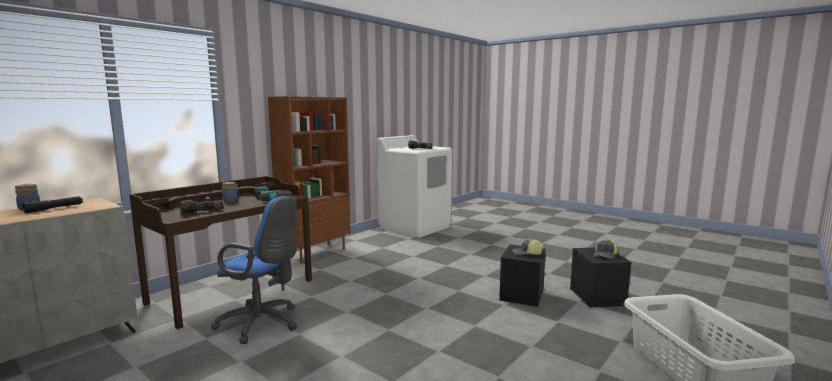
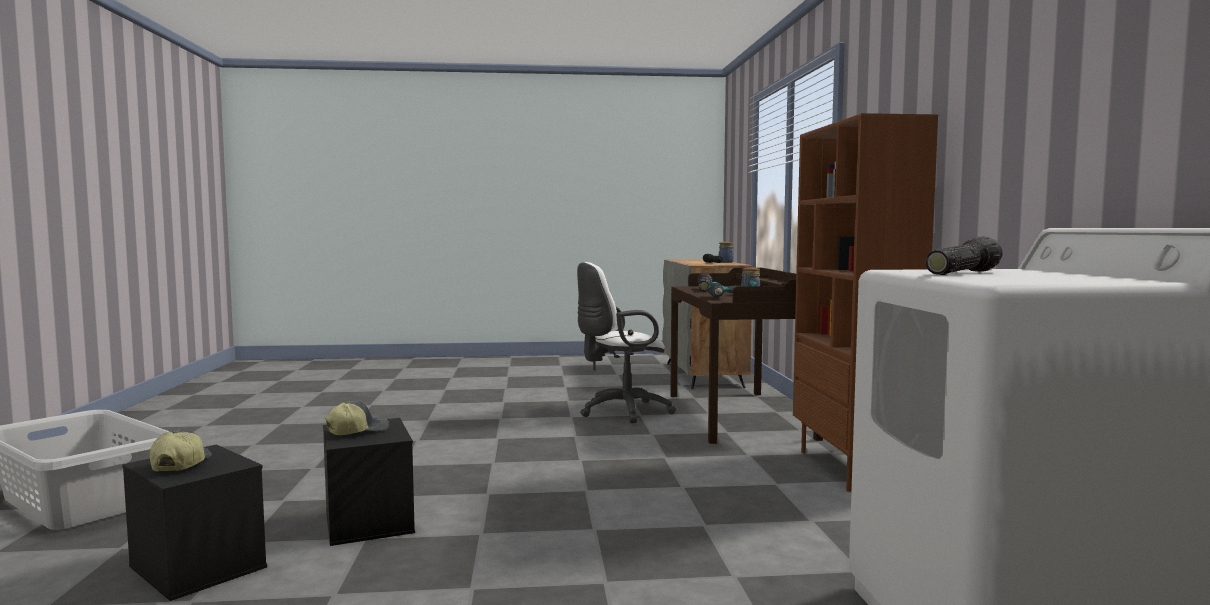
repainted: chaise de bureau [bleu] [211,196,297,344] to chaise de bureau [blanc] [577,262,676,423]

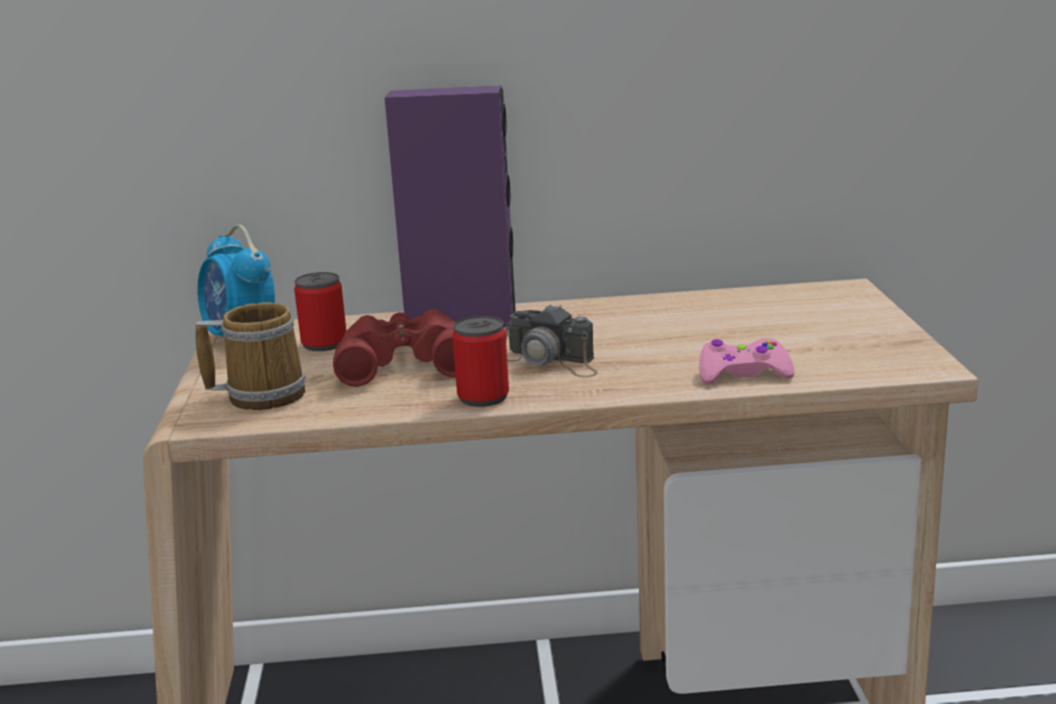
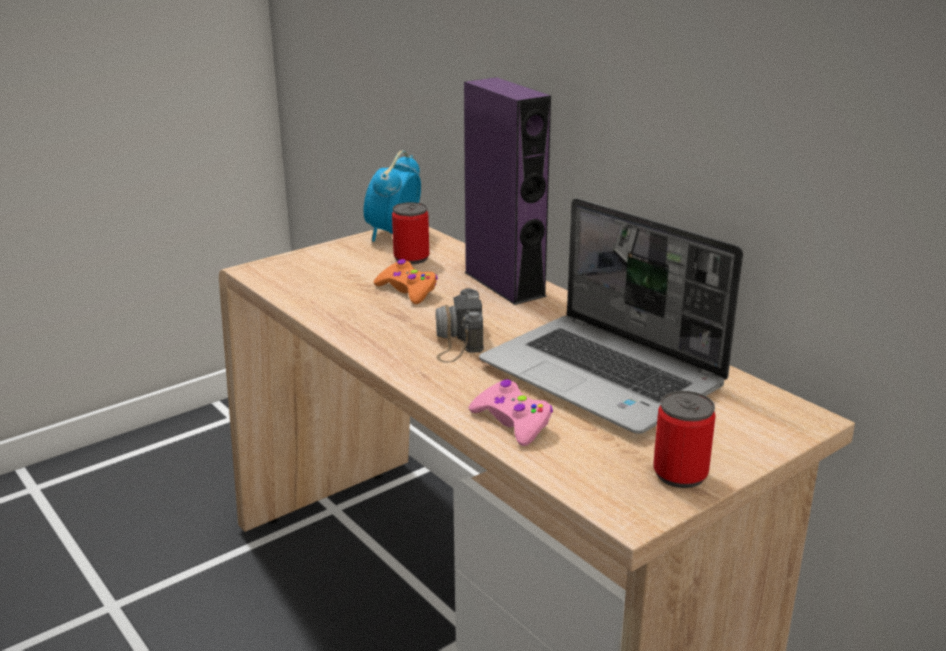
gone: mug [195,302,305,410]
new: ordinateur portable [479,198,743,434]
shifted: boîte métallique [452,316,509,407] to [653,391,716,488]
swapped: jumelles [rouge] [333,309,456,387] to manette [orange] [374,259,438,304]

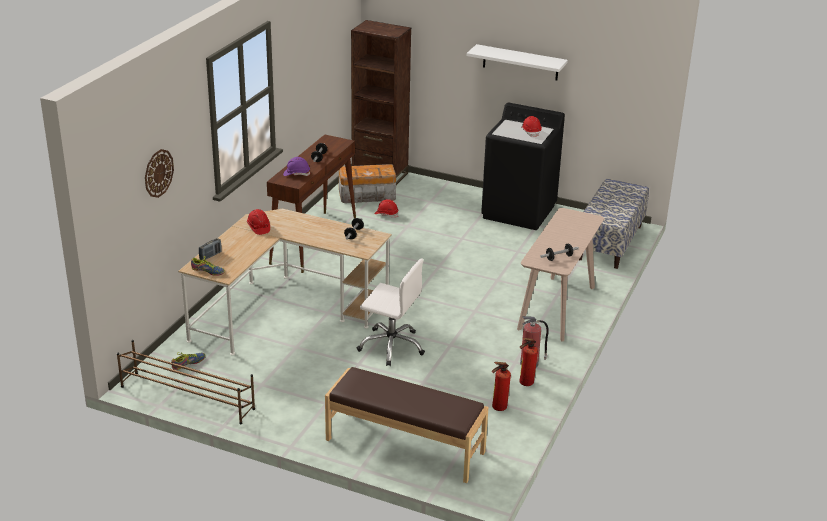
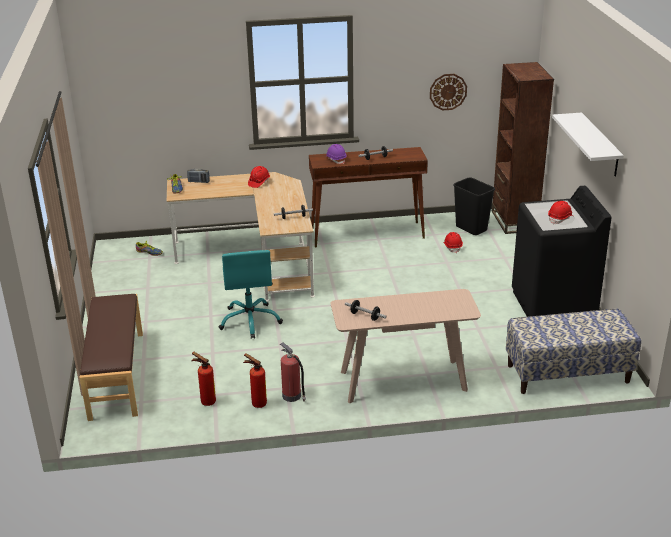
gone: étagère à chaussures [marron] [117,340,255,424]
shifted: horloge murale [145,149,174,198] to [430,74,467,110]
swapped: boîte de rangement [339,164,396,203] to poubelle [noir] [453,177,495,235]
repainted: chaise de bureau [blanc] [357,258,425,366] to chaise de bureau [turquoise] [219,250,283,339]

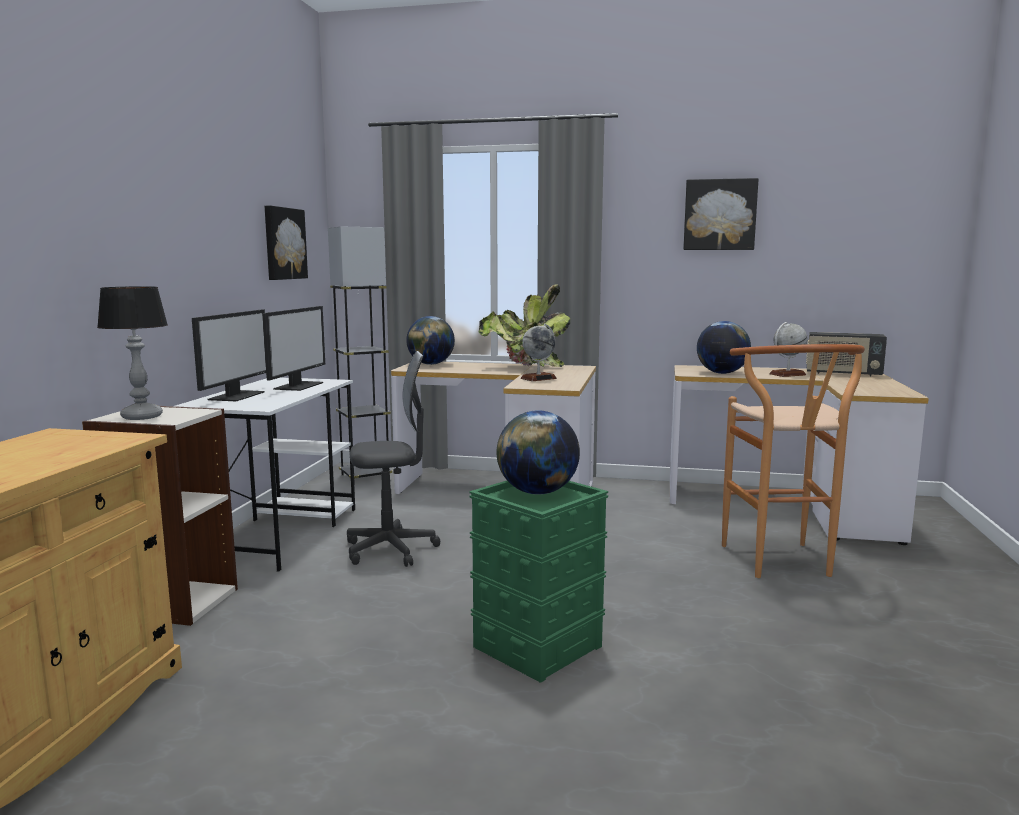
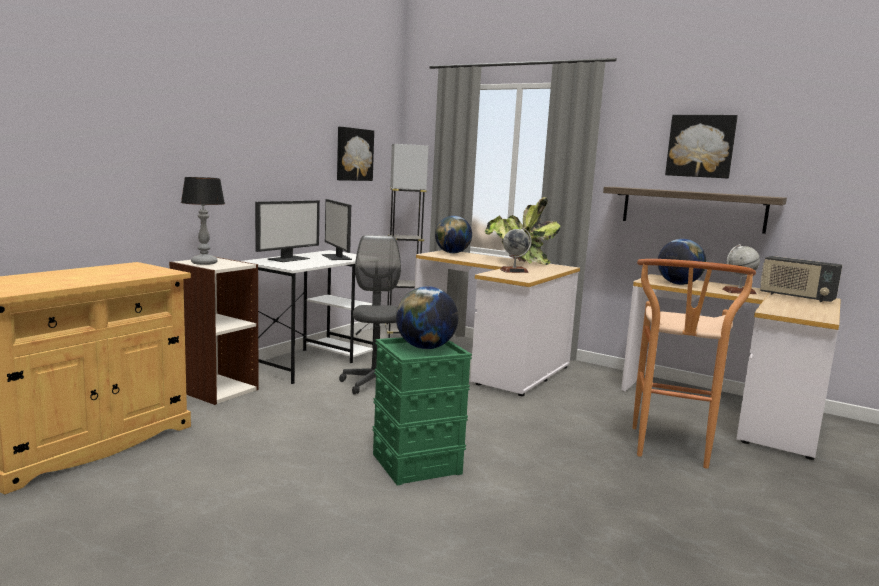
new: étagère [603,187,787,234]
rotated: écran d'ordinateur [262,306,325,391] = [322,199,352,260] 120 degrees clockwise; chaise de bureau [gris] [347,351,440,567] = [339,235,401,395] 105 degrees counterclockwise

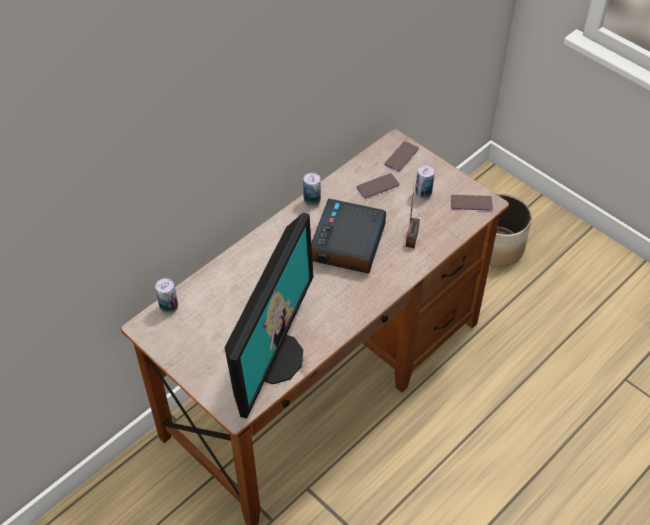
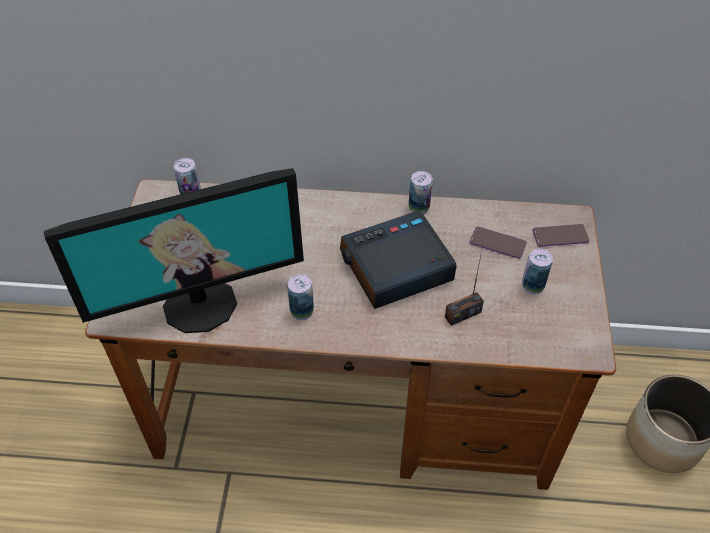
gone: téléphone [451,195,493,211]
new: boîte métallique [287,274,314,321]

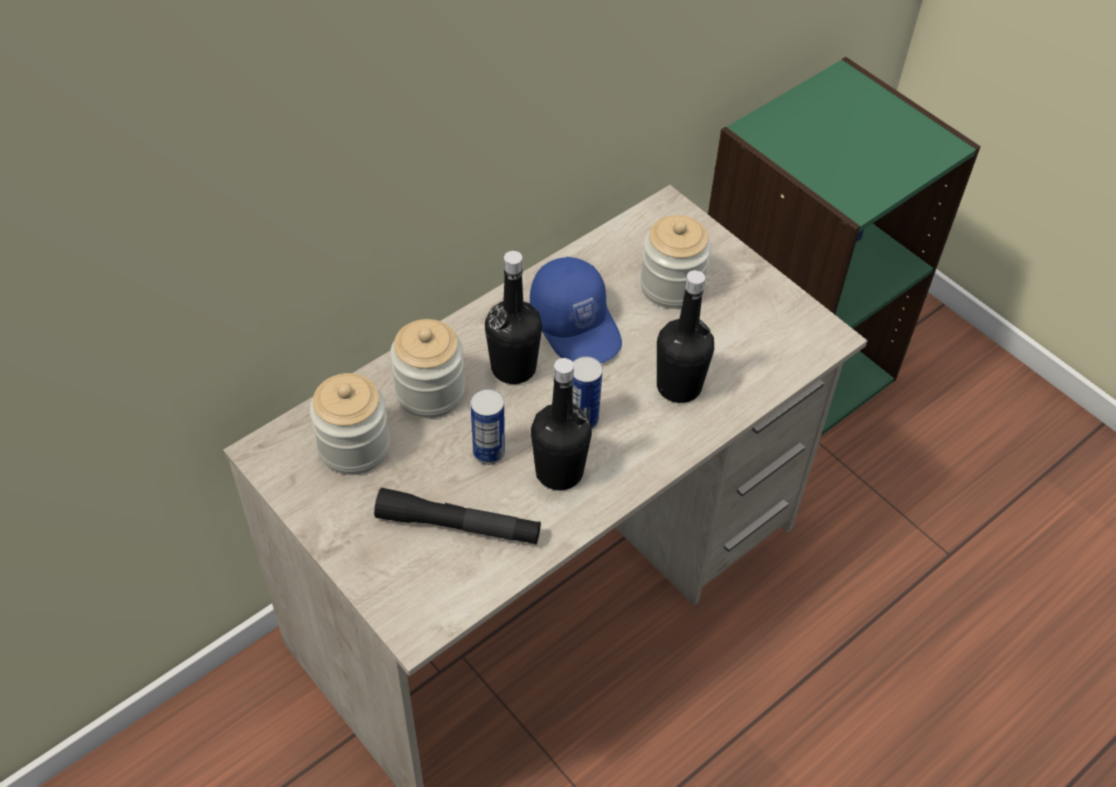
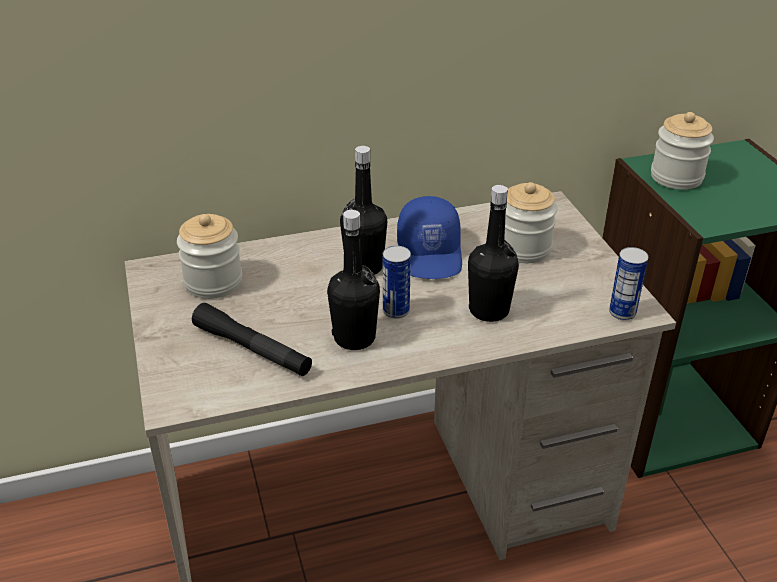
shifted: bocal [390,319,465,418] to [651,112,714,190]; boîte métallique [470,389,505,465] to [609,247,648,320]

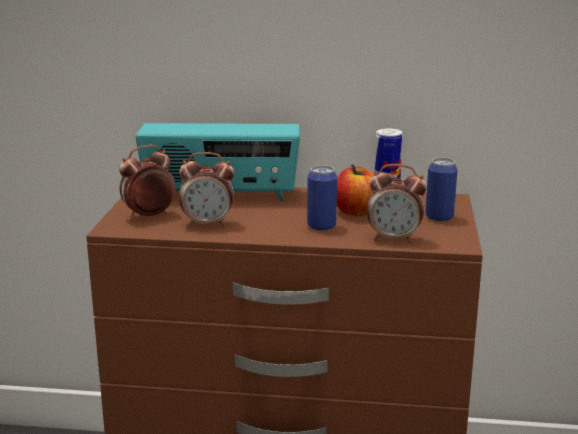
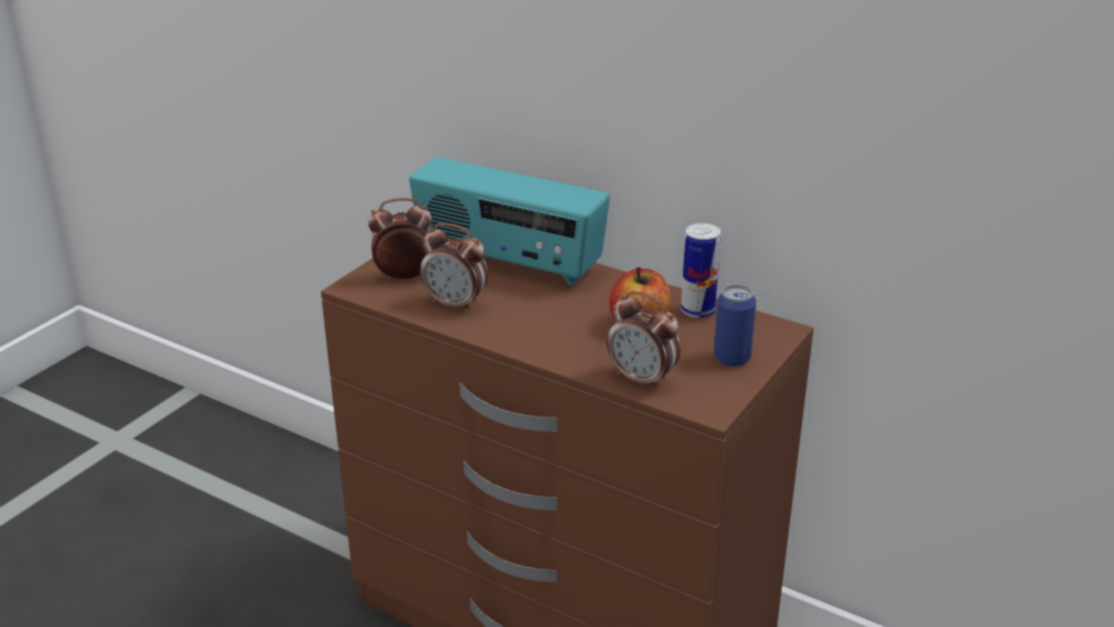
gone: boîte métallique [307,165,337,231]

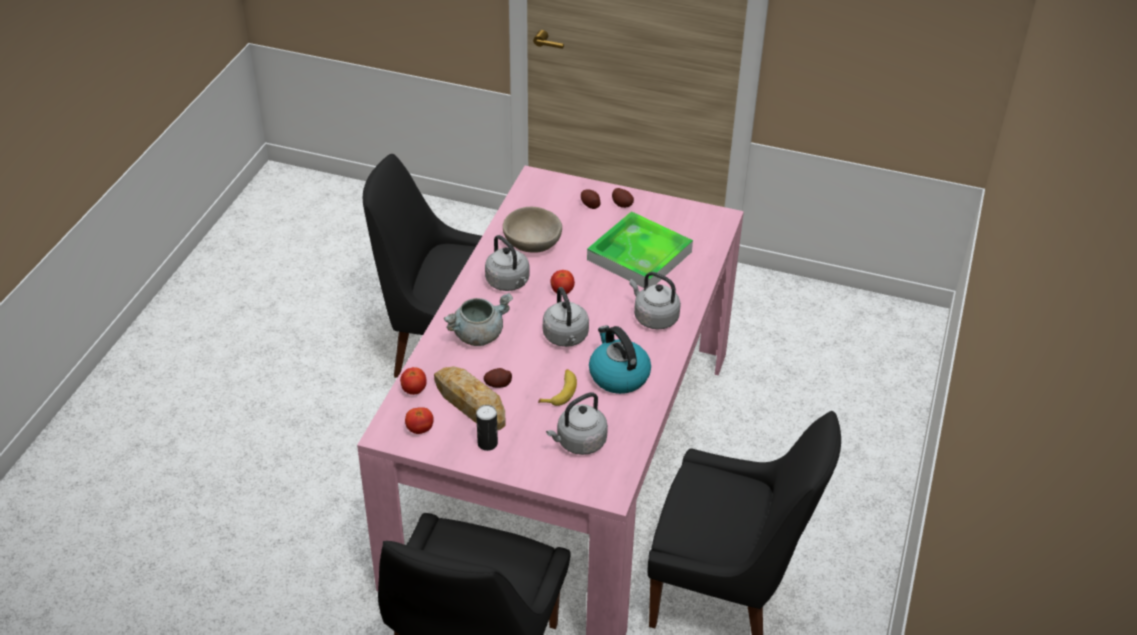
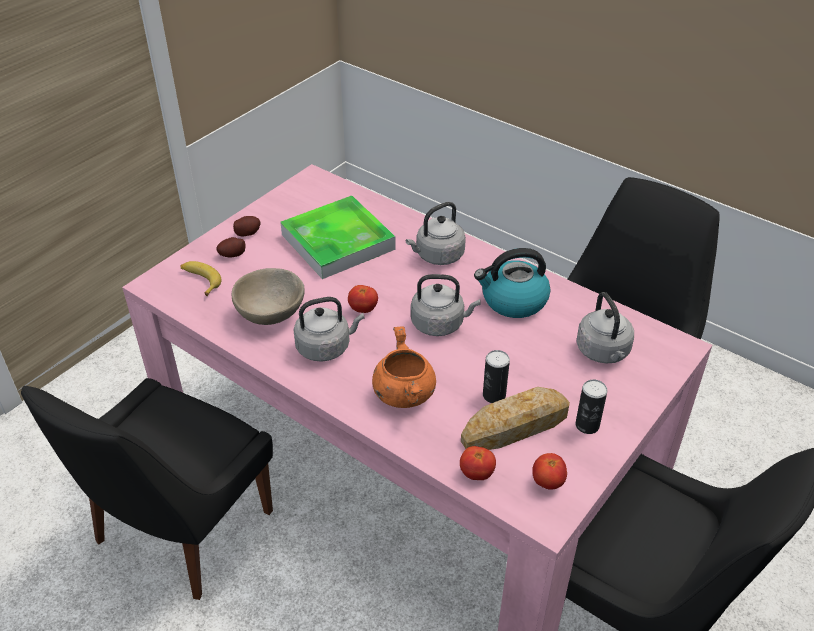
shifted: banane [538,369,577,406] to [181,261,221,296]
swapped: pomme de terre [484,368,512,388] to boîte métallique [483,350,510,403]
repainted: marmite [gris] [444,293,513,346] to marmite [orange] [372,327,436,408]

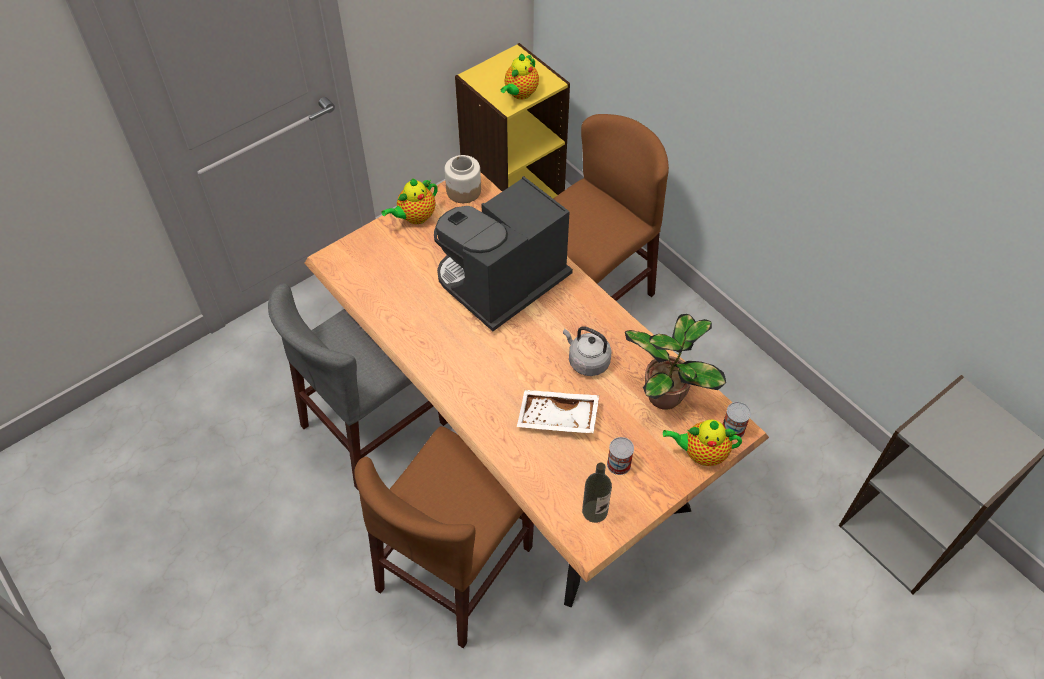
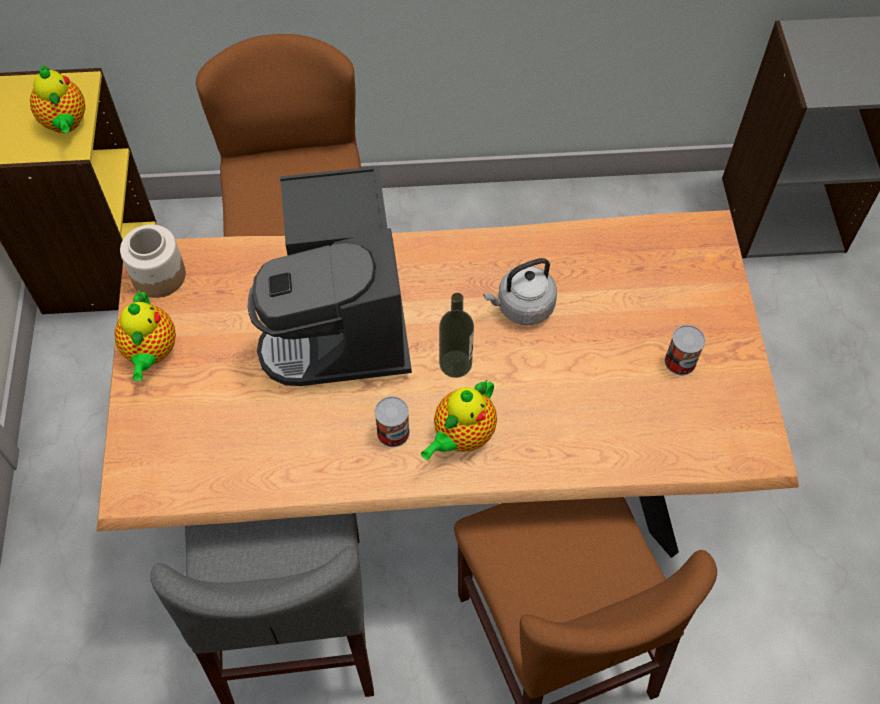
gone: plante en pot [625,314,726,410]; plateau [blanc] [517,390,599,434]
shifted: boîte métallique [722,402,751,437] to [375,396,410,447]; théière [663,419,742,466] to [421,380,497,460]; bouteille [582,462,612,523] to [439,293,474,378]

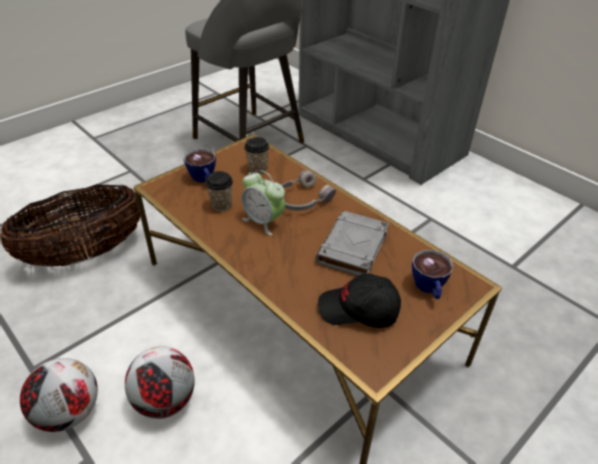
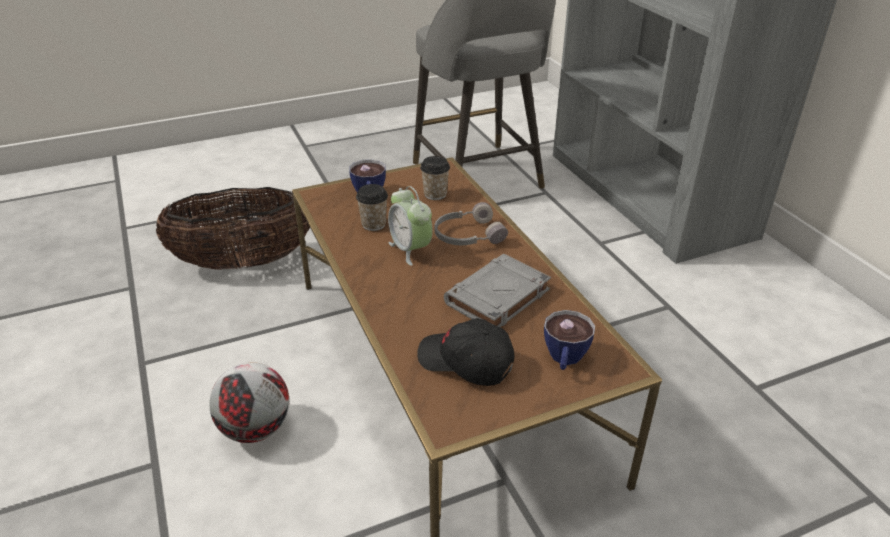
gone: ballon de foot [20,358,98,432]

